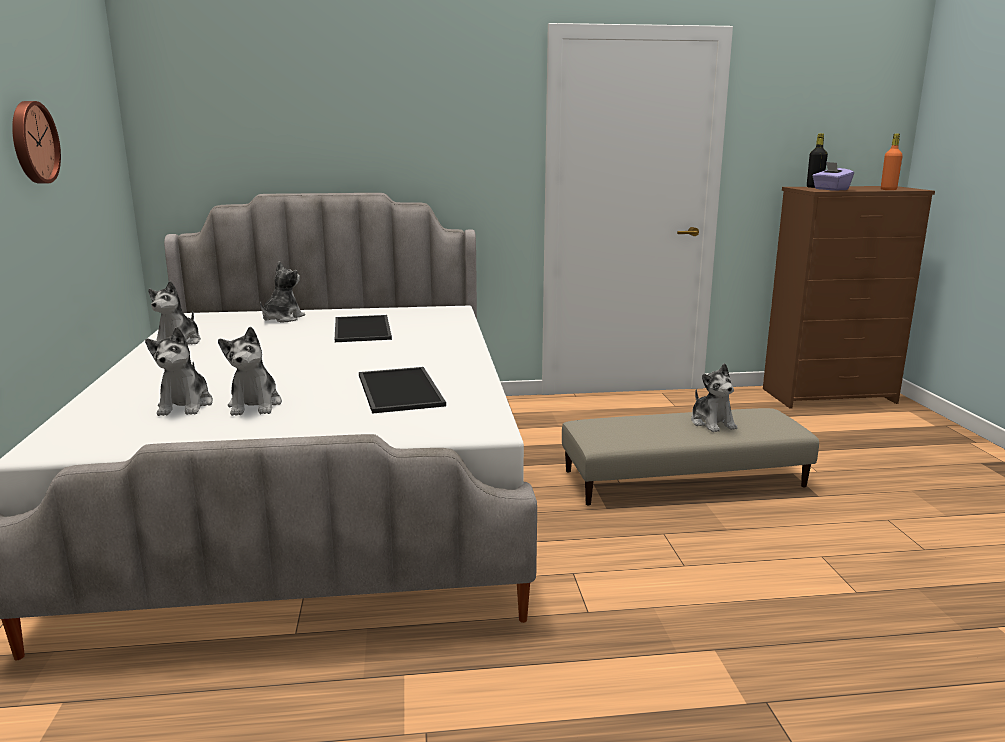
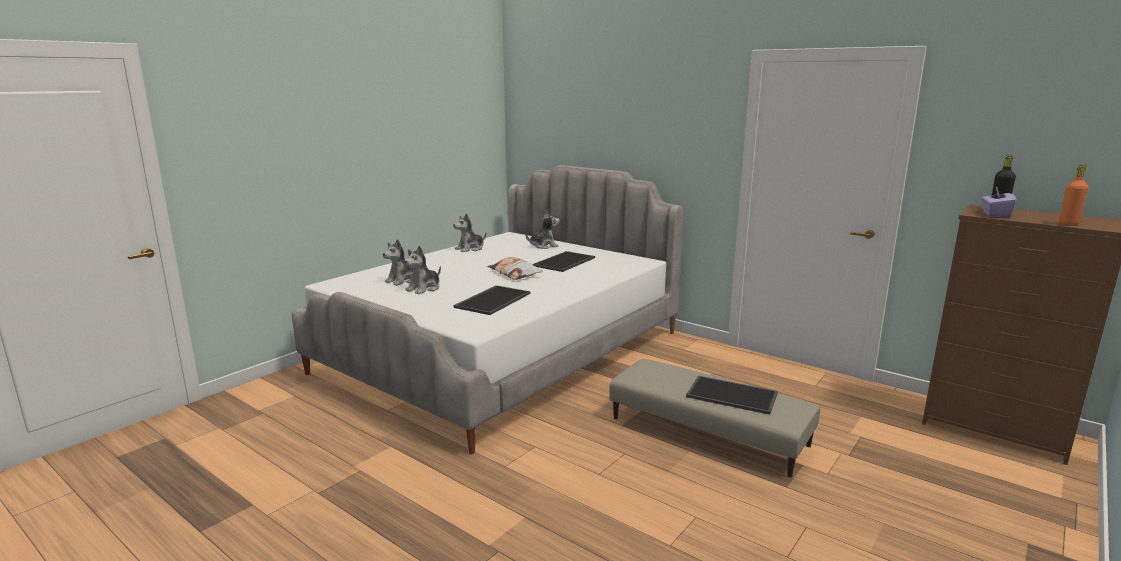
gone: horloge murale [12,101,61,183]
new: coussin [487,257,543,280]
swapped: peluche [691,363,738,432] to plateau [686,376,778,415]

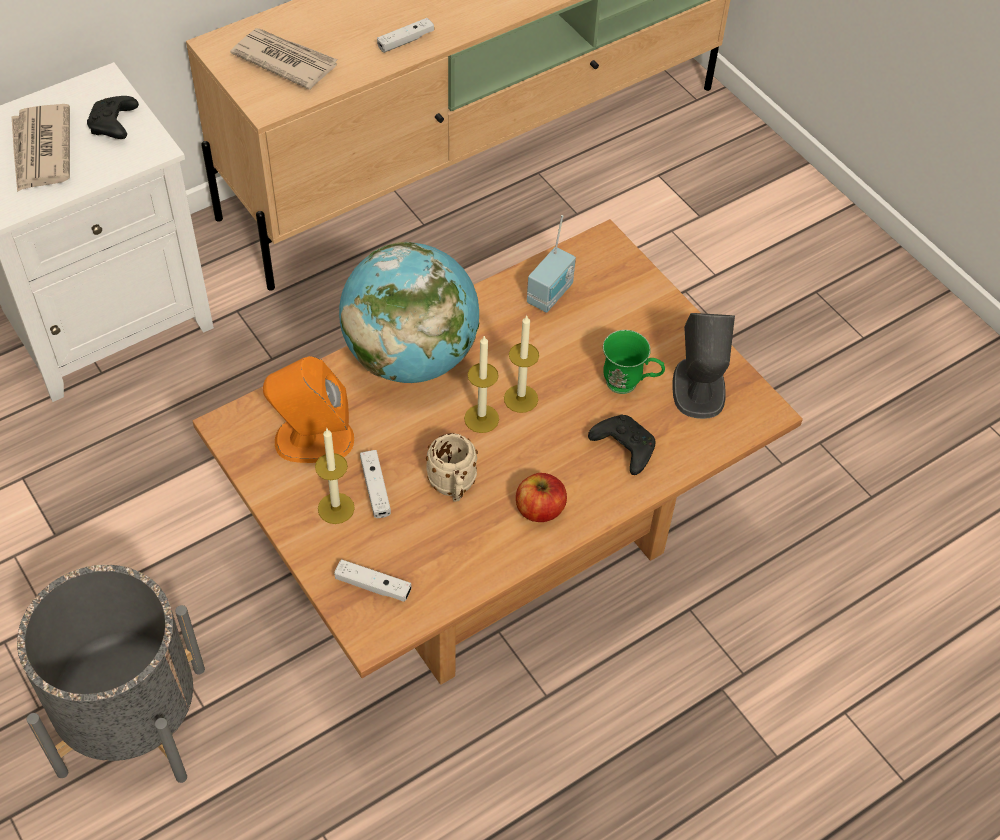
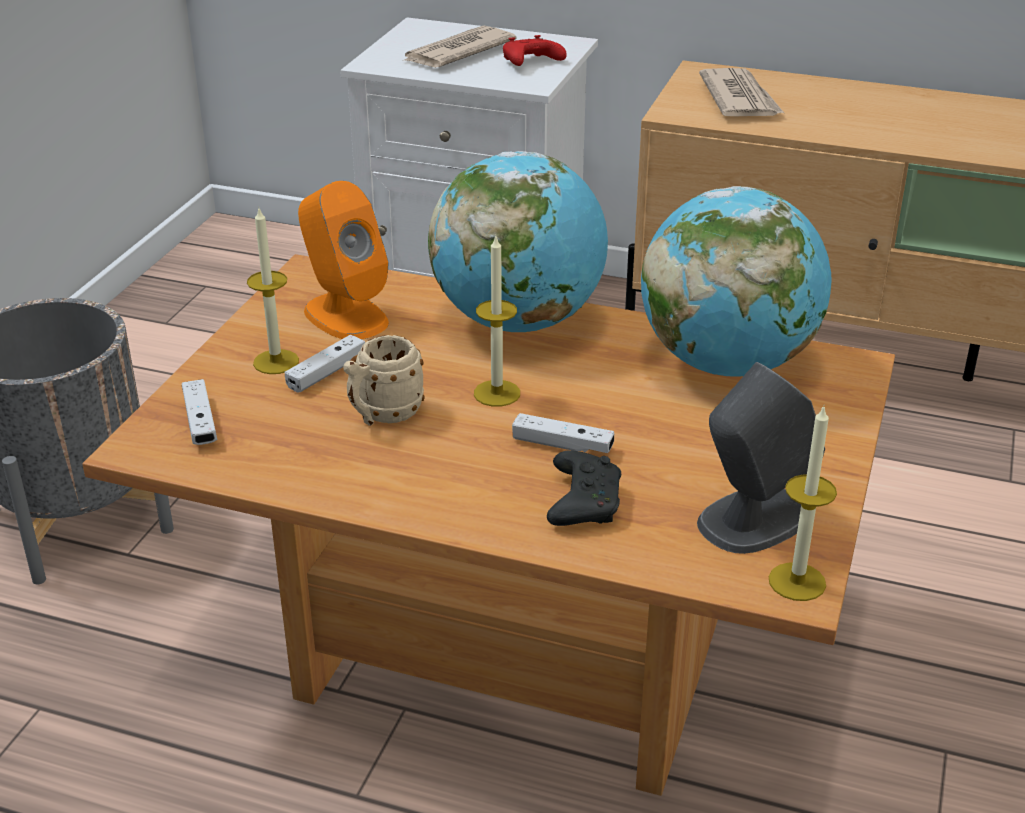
gone: mug [vert] [603,330,665,394]; pomme [516,473,567,522]
shifted: manette [blanc] [377,18,434,53] to [512,413,614,453]; bougie [504,315,539,413] to [769,404,837,601]
swapped: radio [527,215,576,313] to globe [641,186,832,377]
repainted: manette [noir] [87,96,139,139] to manette [rouge] [503,35,567,66]

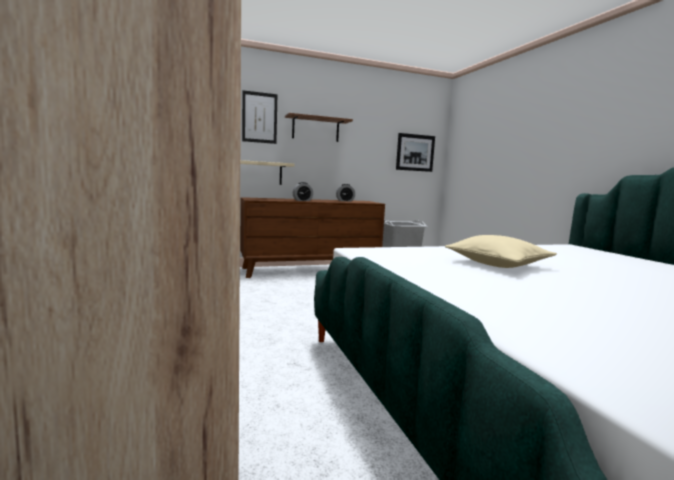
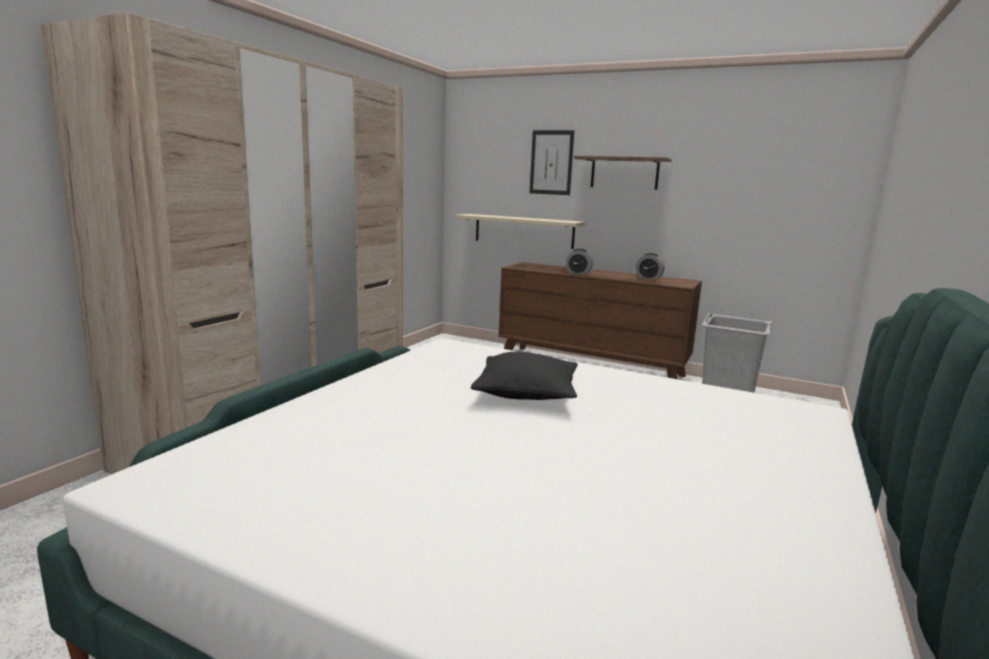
gone: tableau [396,133,435,172]
repainted: coussin [beige] [445,235,557,268] to coussin [noir] [471,352,578,400]

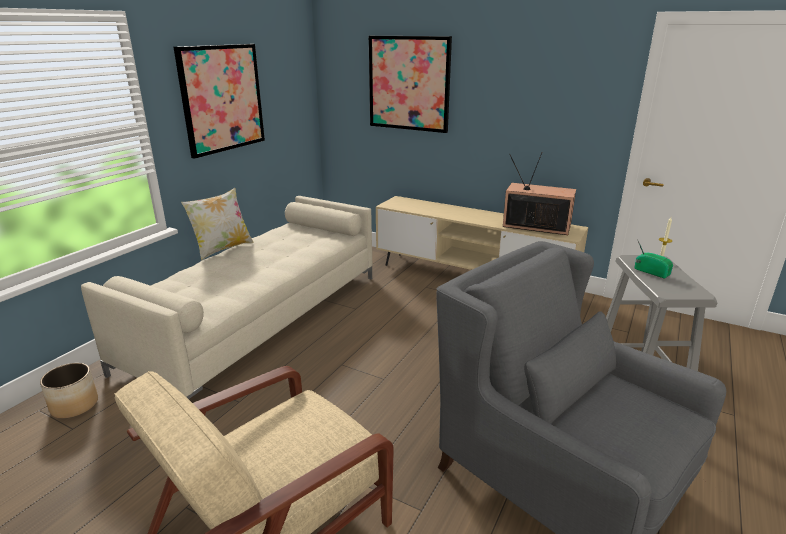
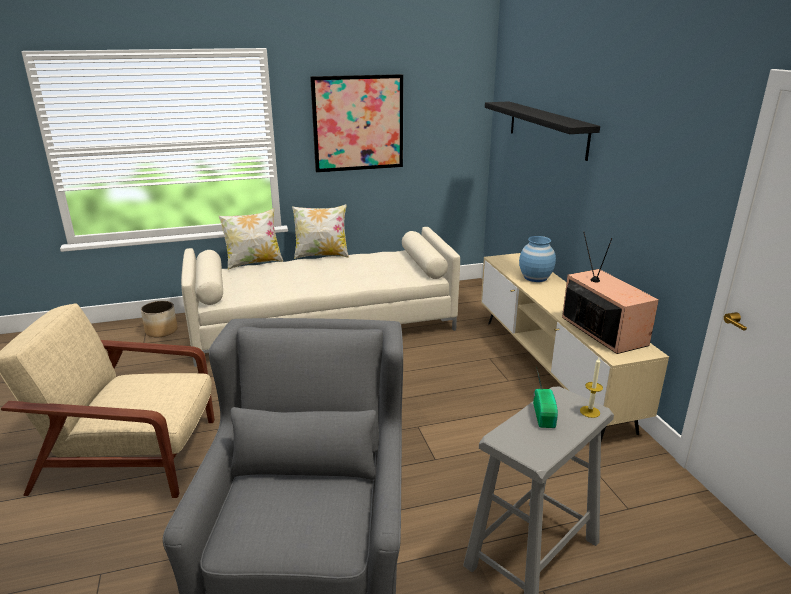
new: coussin [219,208,283,270]; vase [bleu] [519,236,556,282]
swapped: tableau [369,36,452,133] to étagère [noir] [485,101,600,161]

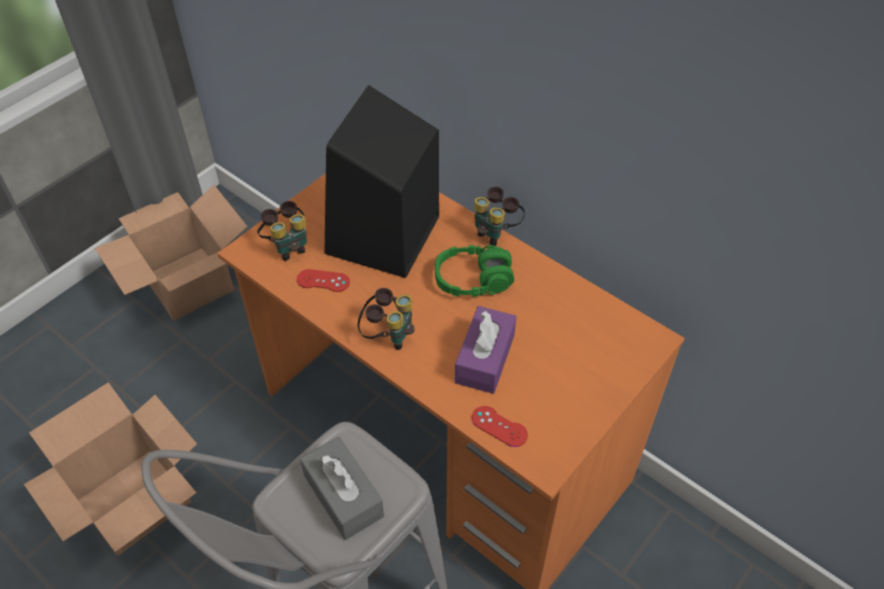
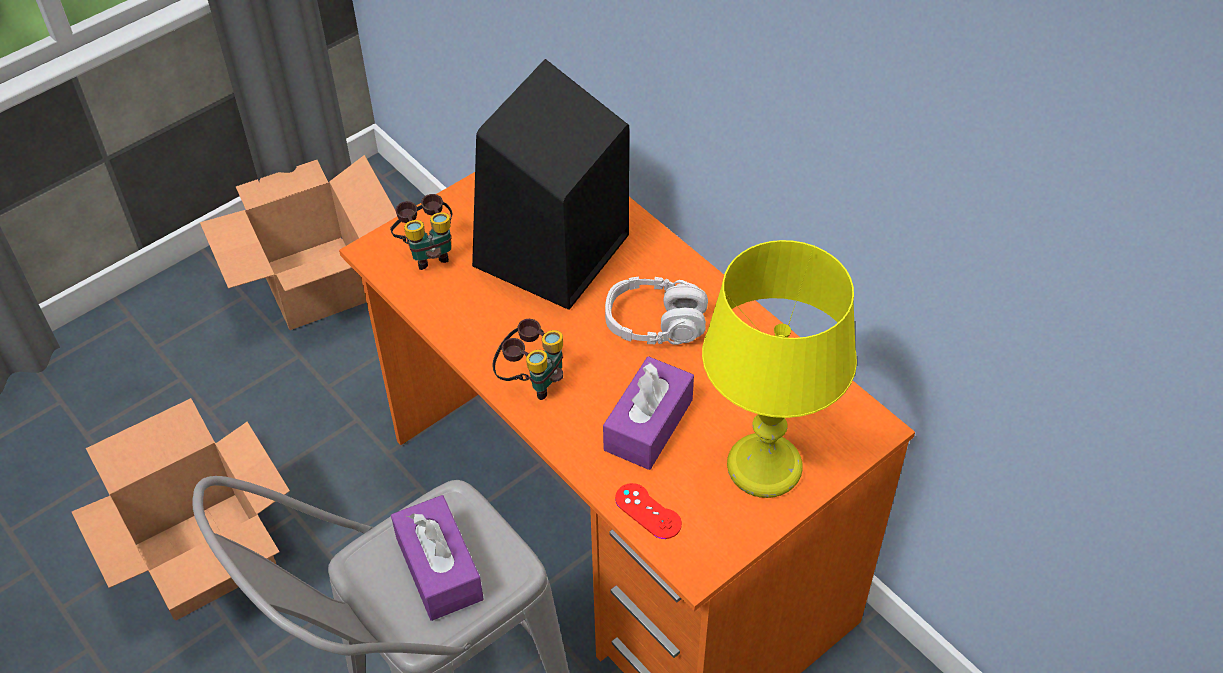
gone: jumelles [474,186,525,246]; manette [rouge] [297,269,350,292]
new: lampe de table [jaune] [702,240,857,498]
repainted: casque audio [vert] [435,245,514,297] to casque audio [gris] [605,277,708,345]; boîte à mouchoirs [gris] [300,437,384,540] to boîte à mouchoirs [violet] [391,495,484,621]

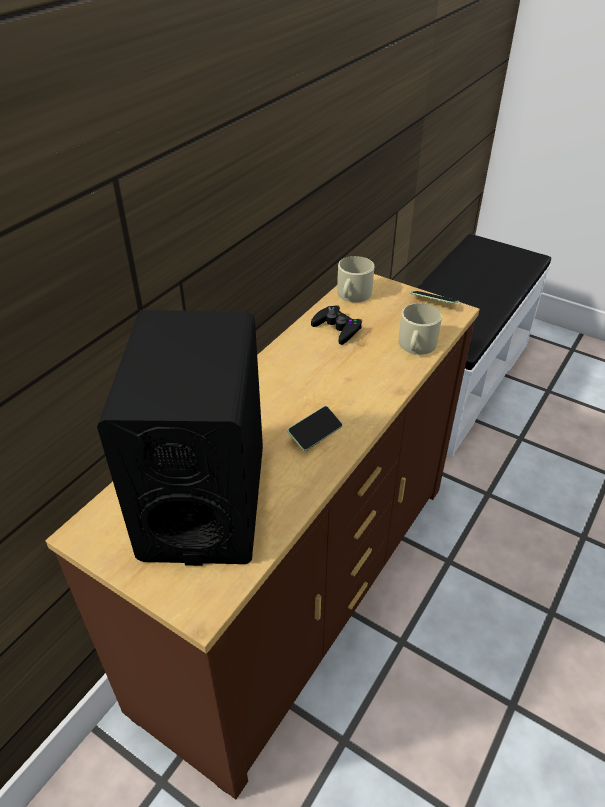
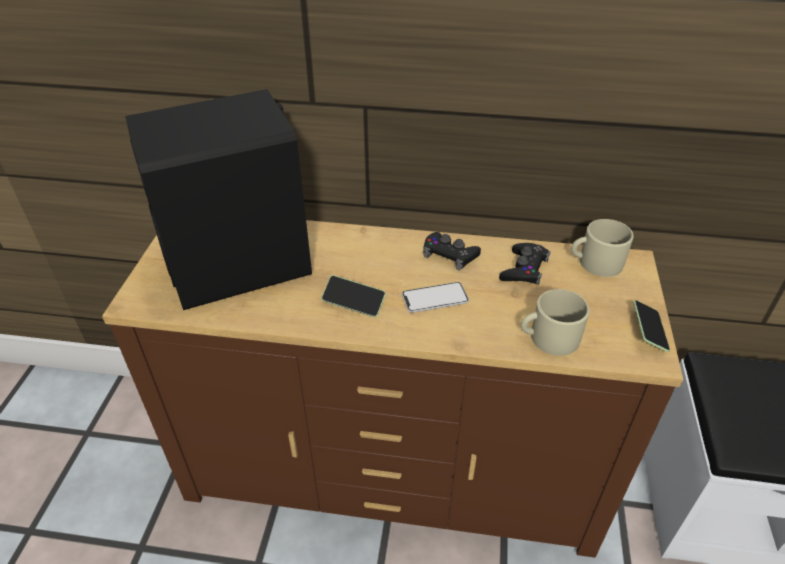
new: manette [noir] [423,232,481,271]; téléphone [402,282,469,313]

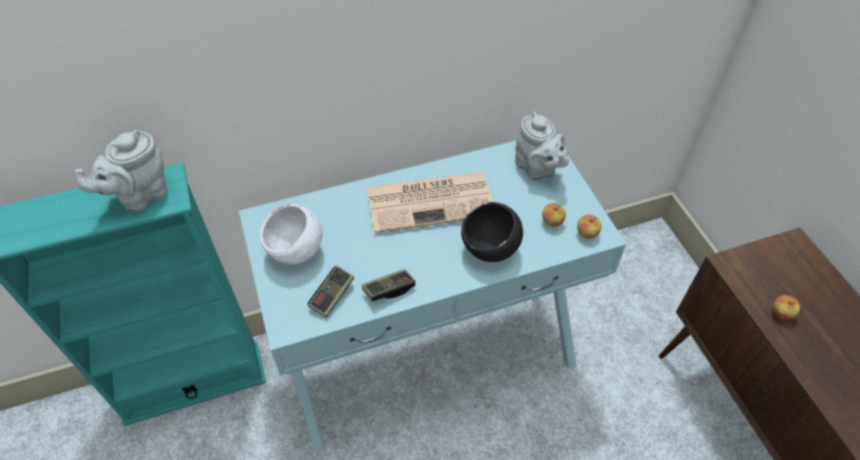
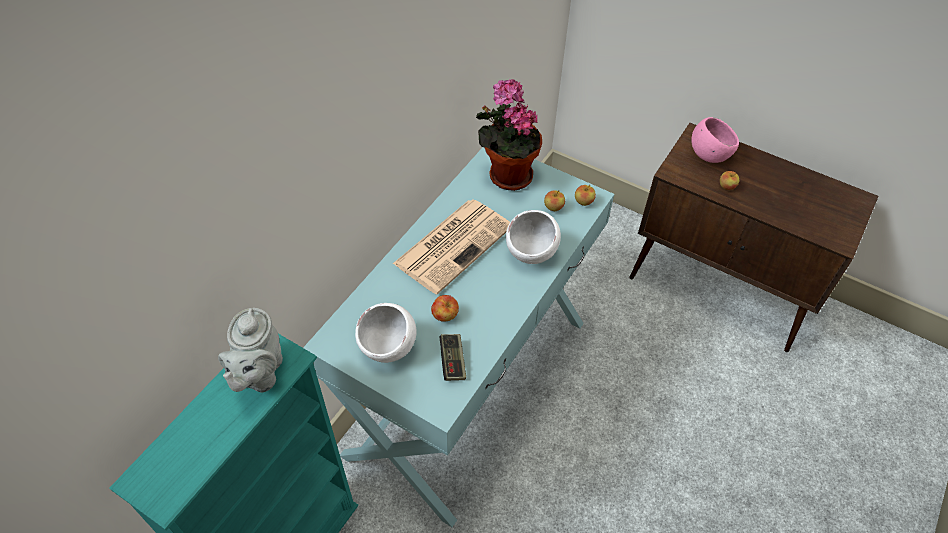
gone: manette [362,269,415,301]
new: bol [rose] [691,117,739,163]; pomme [431,295,459,322]
swapped: théière [gris] [515,112,569,180] to plante en pot [476,79,542,191]
repainted: bol [noir] [461,202,523,262] to bol [blanc] [506,210,561,264]

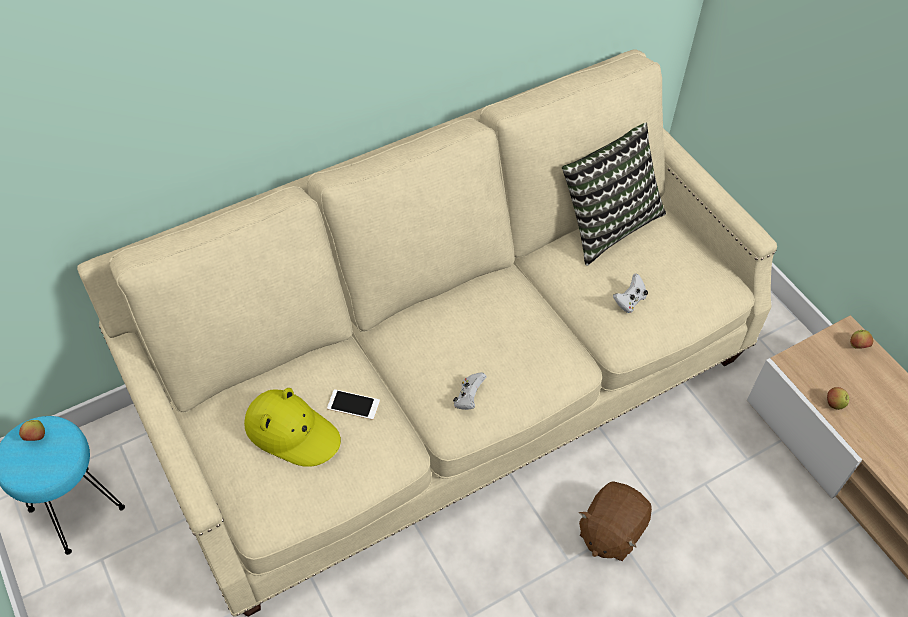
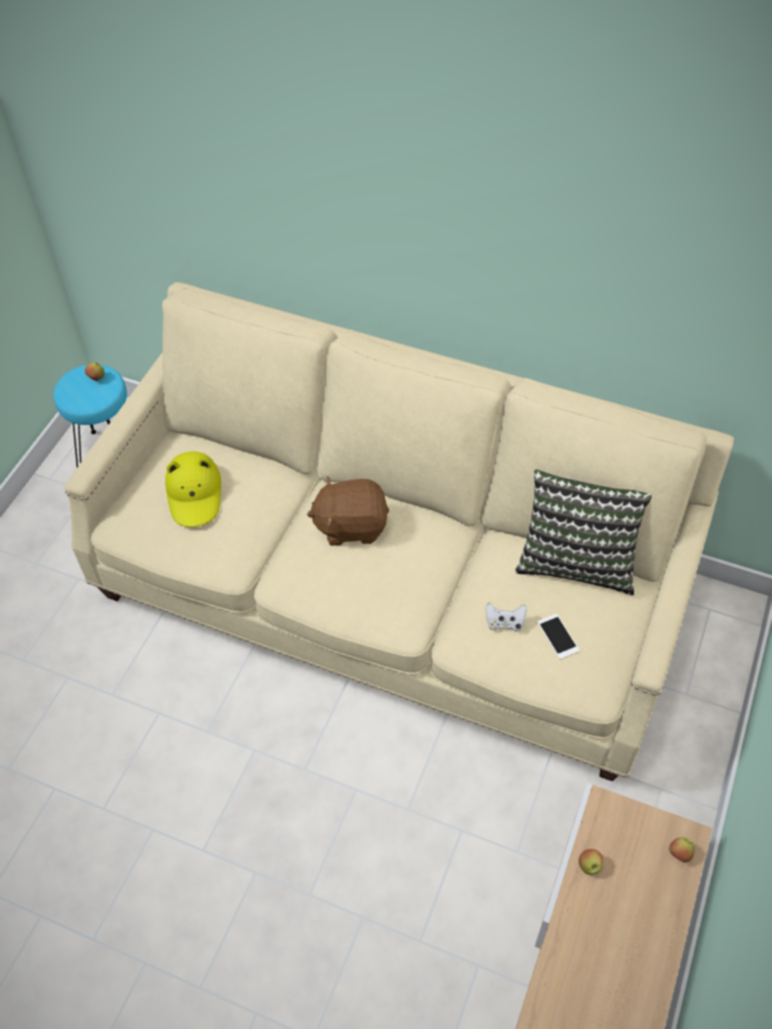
gone: manette [blanc] [453,372,487,410]
shifted: téléphone [327,389,380,420] to [537,614,580,659]; peluche [marron] [579,481,652,561] to [307,476,389,546]

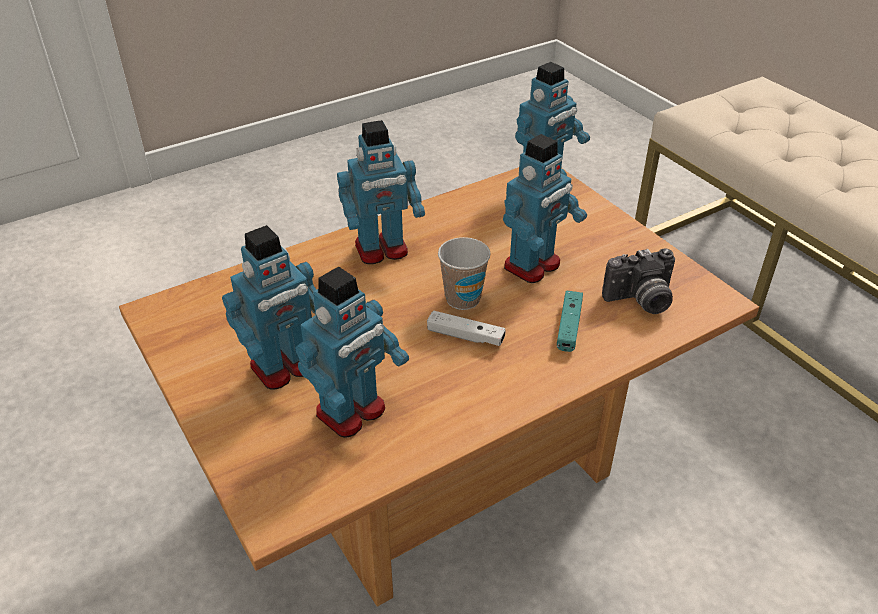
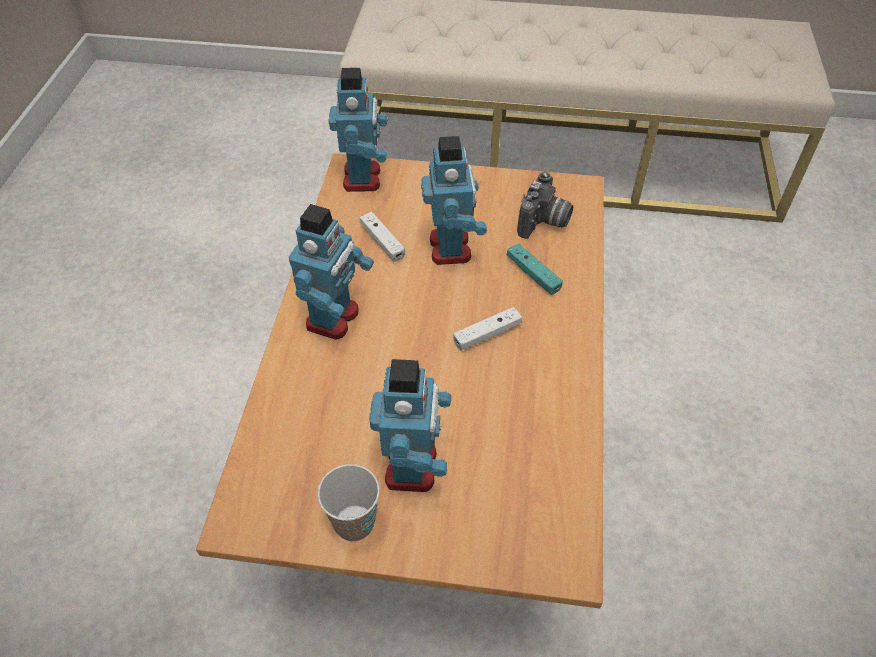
gone: robot jouet [295,267,409,438]
new: manette [blanc] [360,212,405,262]
shifted: tasse [438,237,491,310] to [317,464,380,541]

